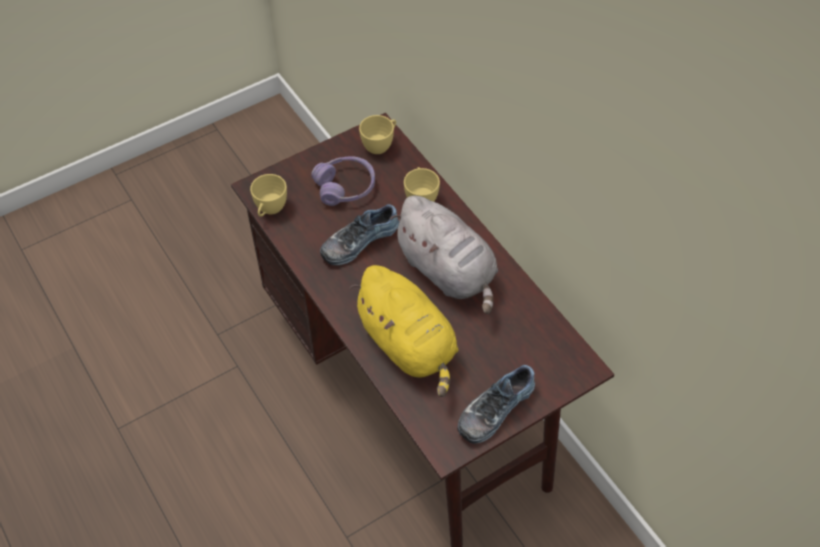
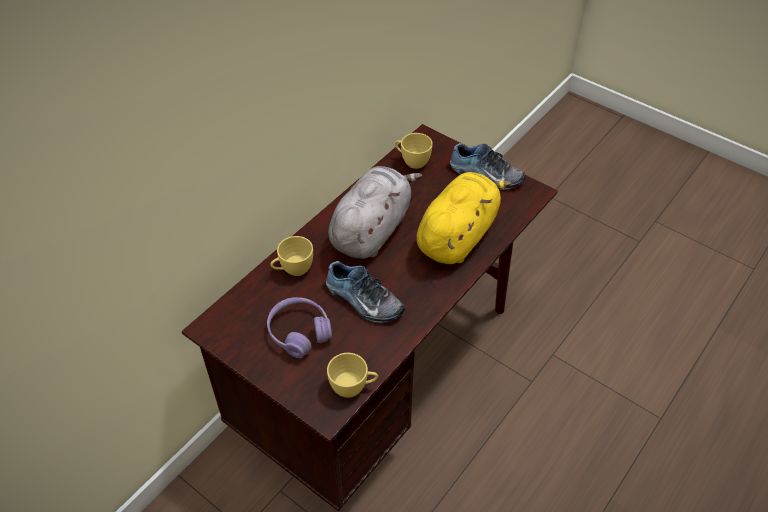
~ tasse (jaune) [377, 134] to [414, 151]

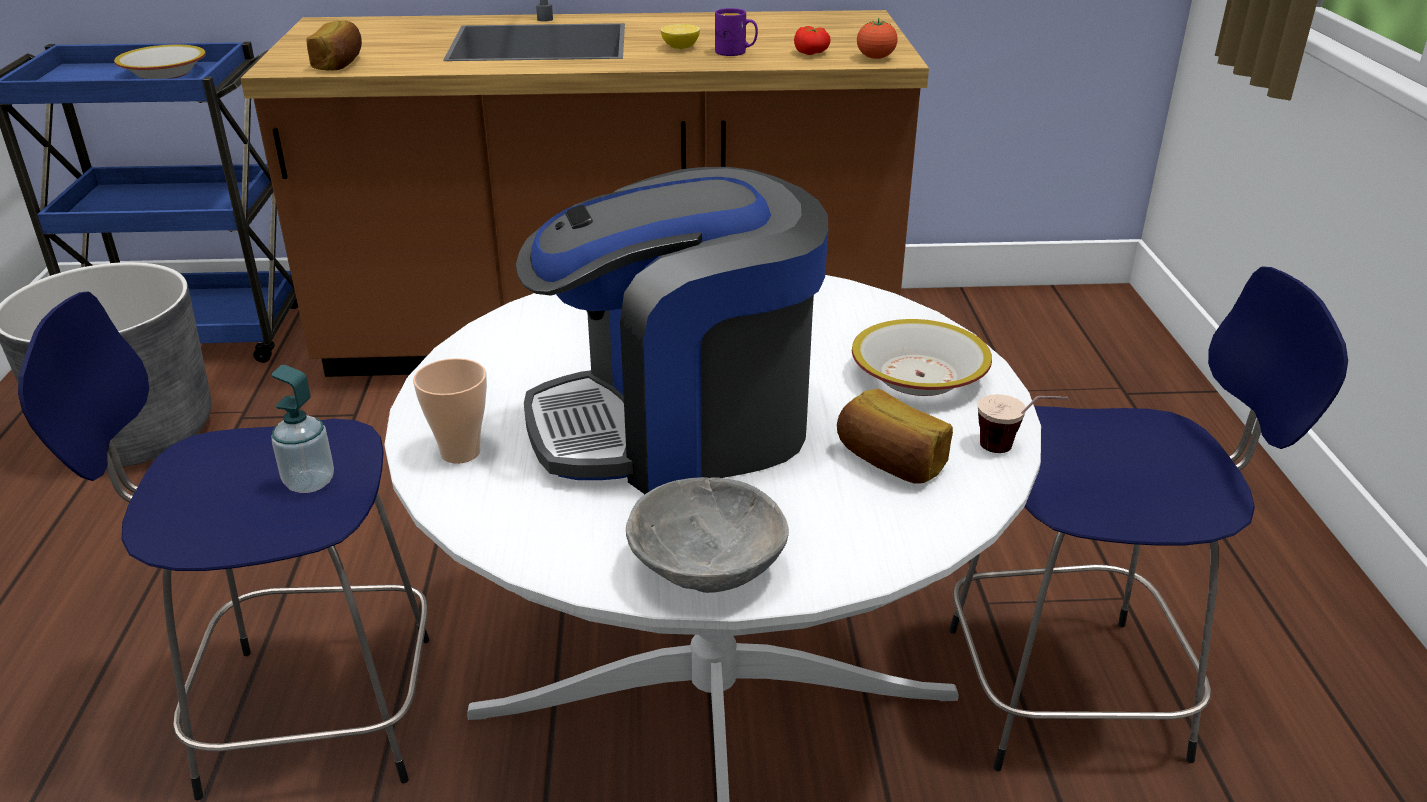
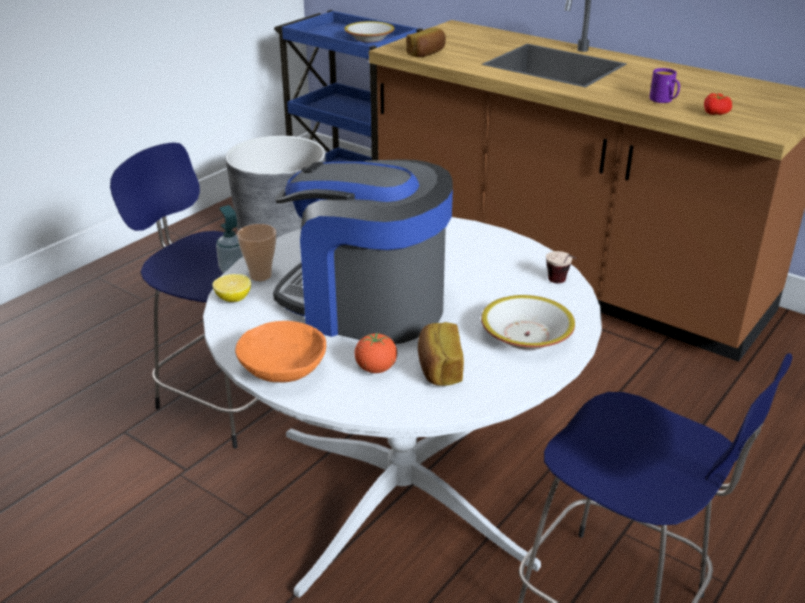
~ bol (gris) [707, 535] to bol (orange) [280, 351]
~ citron [680, 36] to [231, 288]
~ tomate [877, 38] to [375, 353]
~ tasse [1023, 423] to [561, 267]

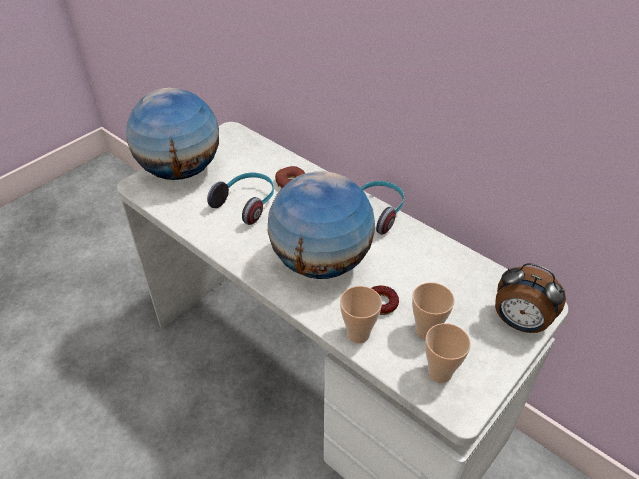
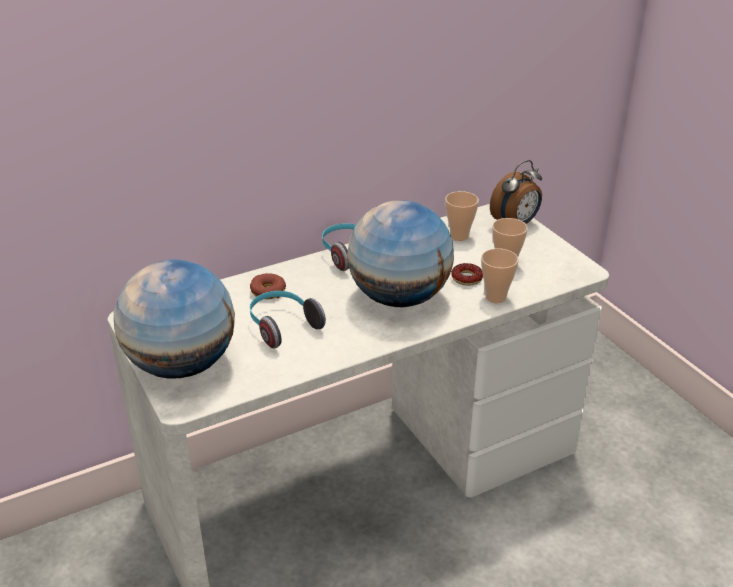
~ tasse [448, 353] to [462, 216]

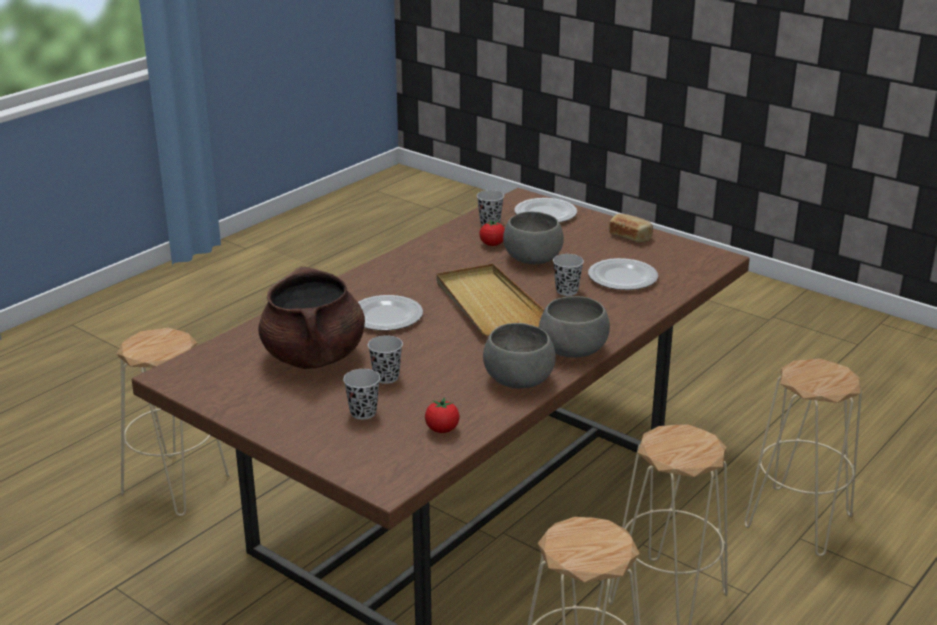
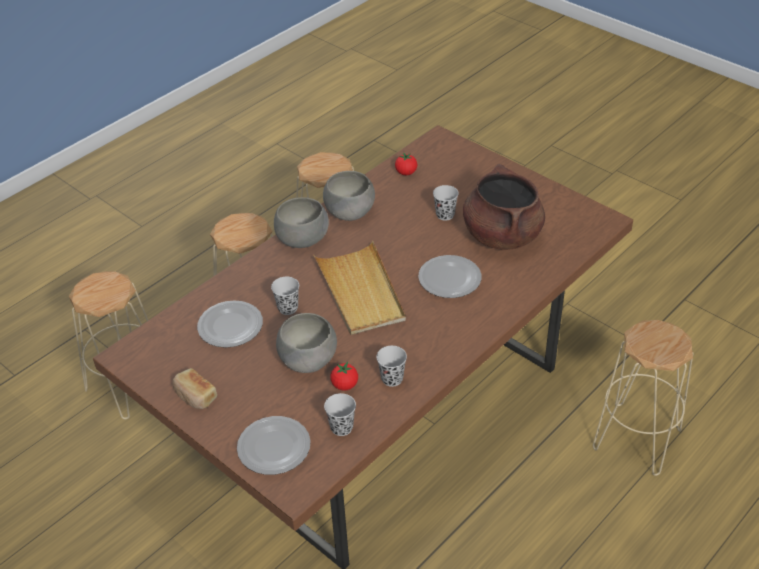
~ tasse (noir) [361, 394] to [391, 366]

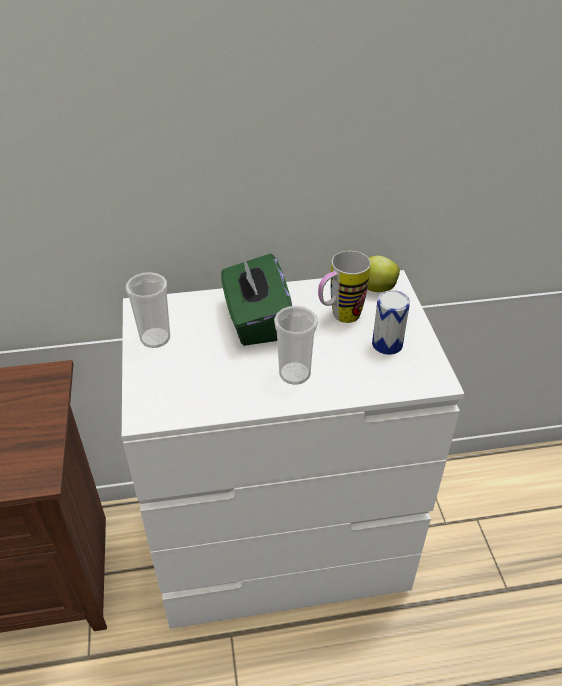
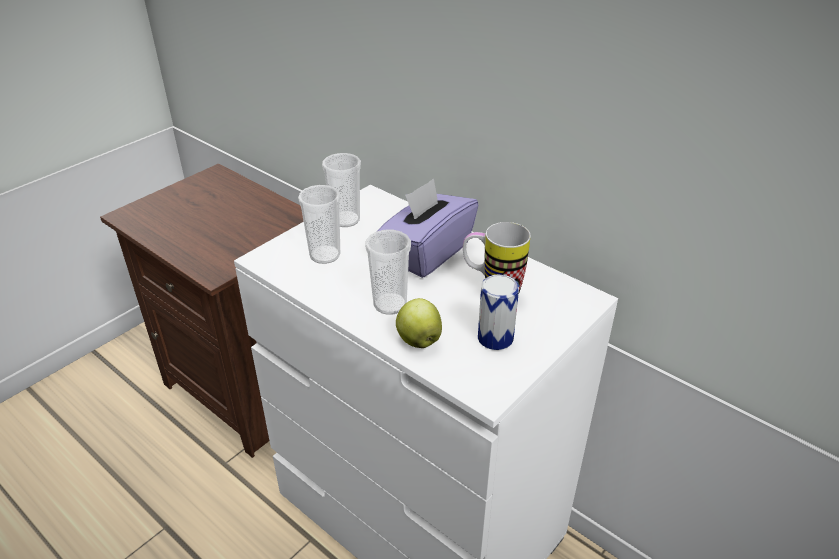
~ boîte à mouchoirs (vert) [256, 299] to boîte à mouchoirs (violet) [428, 228]
~ pomme [384, 274] to [419, 323]
+ tasse [319, 224]

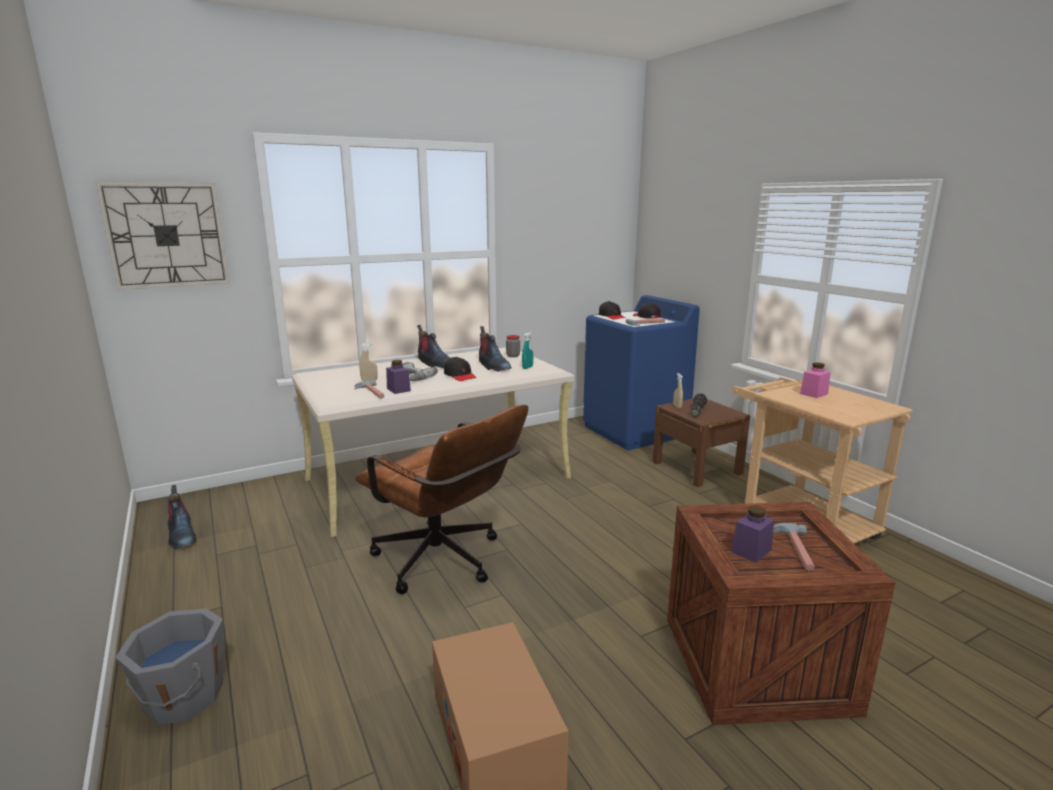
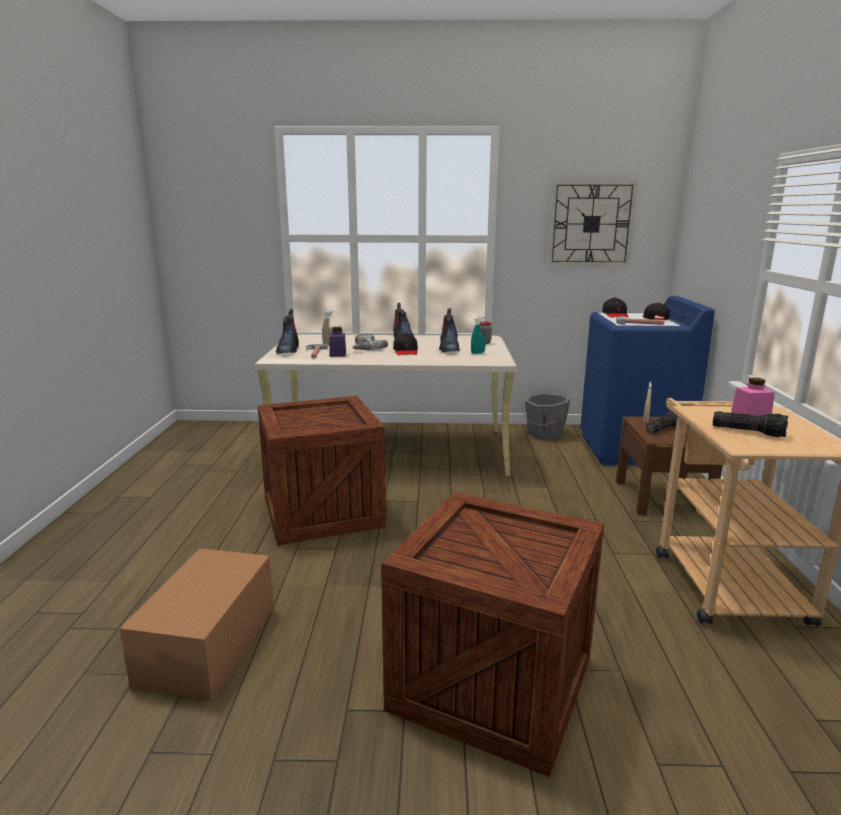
~ horloge murale [162, 236] to [592, 223]
~ seau (gris) [169, 667] to [547, 416]
~ botte [182, 517] to [287, 331]
~ chaise de bureau (marron) [441, 499] to caisse [322, 471]
- bocal (violet) [752, 534]
- marteau [793, 547]
+ lampe de poche [750, 424]

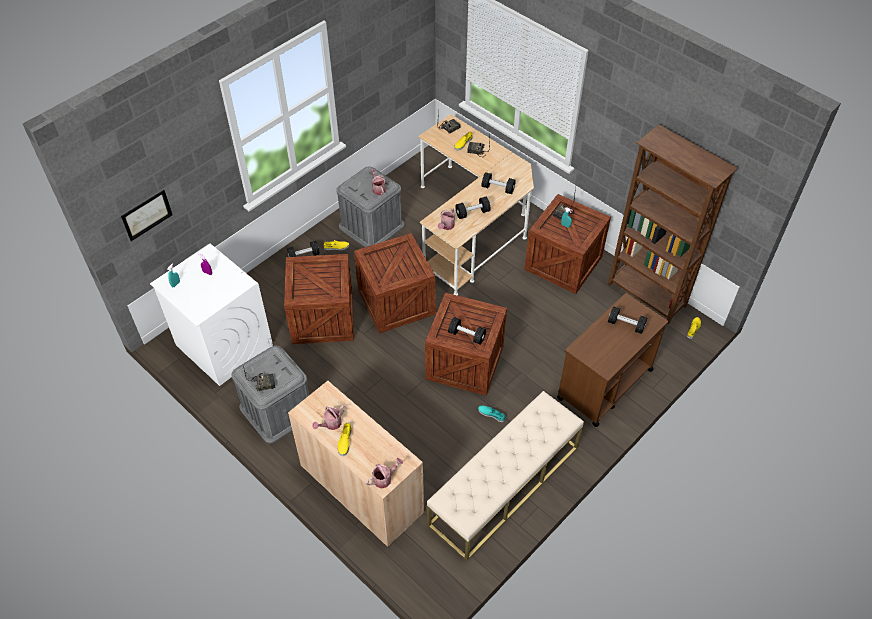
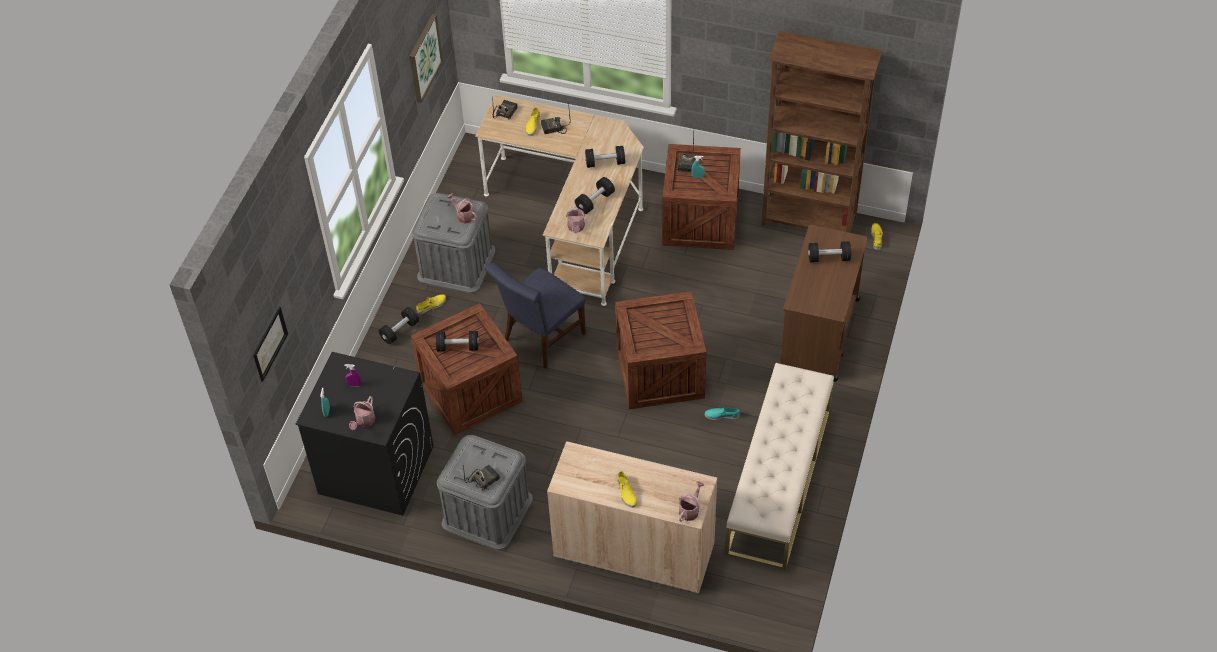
~ lave-linge (blanc) [211, 314] to lave-linge (noir) [365, 434]
~ arrosoir [329, 418] to [362, 413]
~ caisse [394, 283] to chaise (bleu) [535, 316]
~ haltère (noir) [467, 331] to [457, 341]
+ tableau [426, 58]

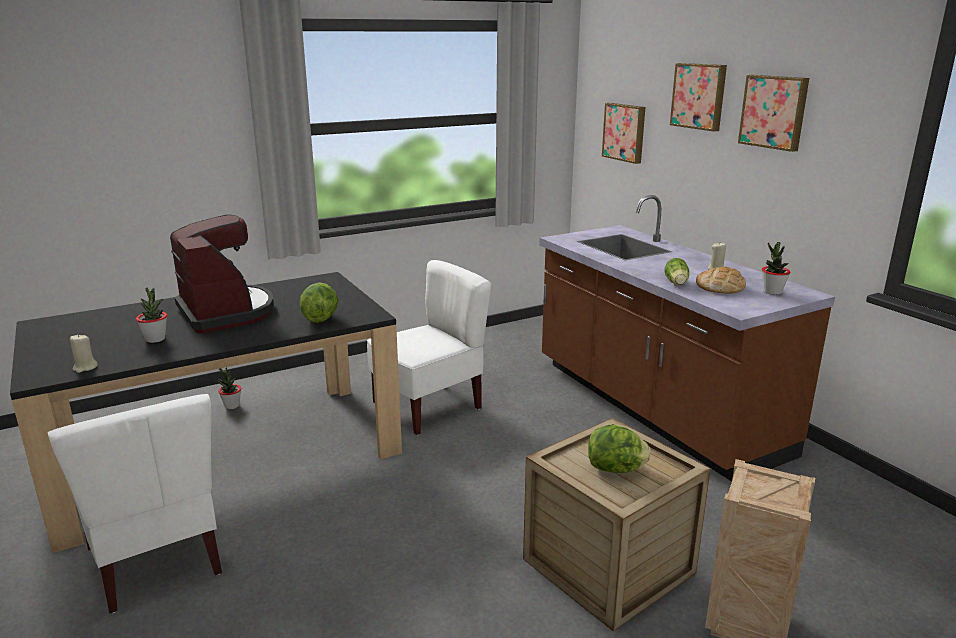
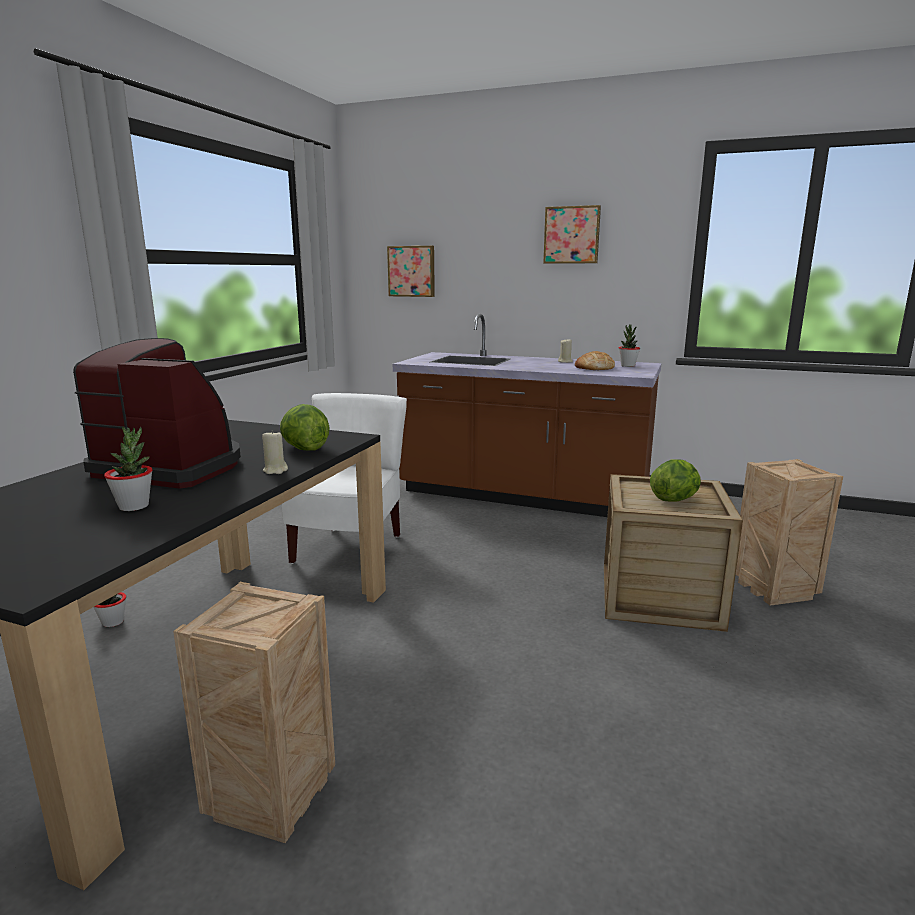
~ chaise (blanc) [135, 504] to caisse [254, 712]
~ bougie (beige) [84, 353] to [275, 452]
- laitue [676, 271]
- tableau [698, 97]

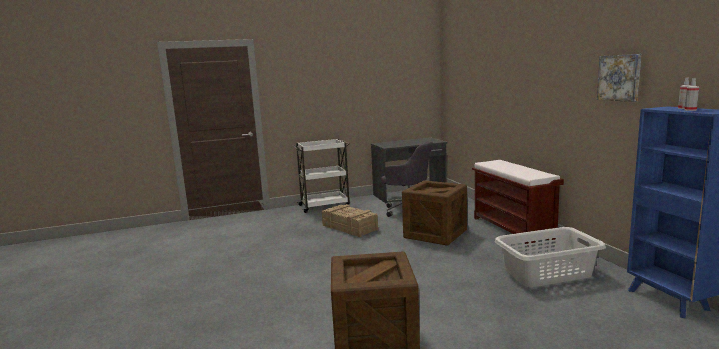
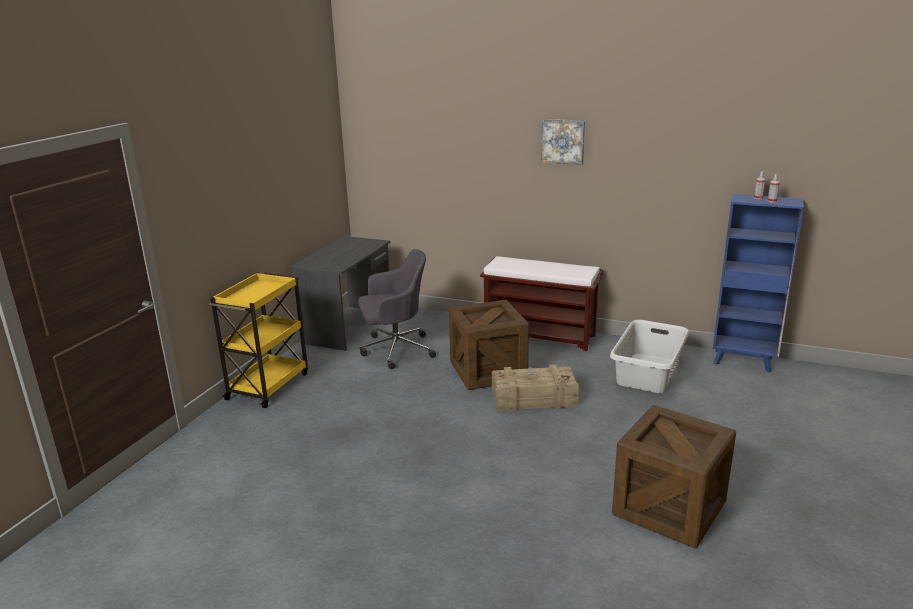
~ chariot (blanc) [321, 176] to chariot (jaune) [258, 340]
~ caisse [350, 220] to [535, 387]
~ tableau [619, 78] to [563, 142]

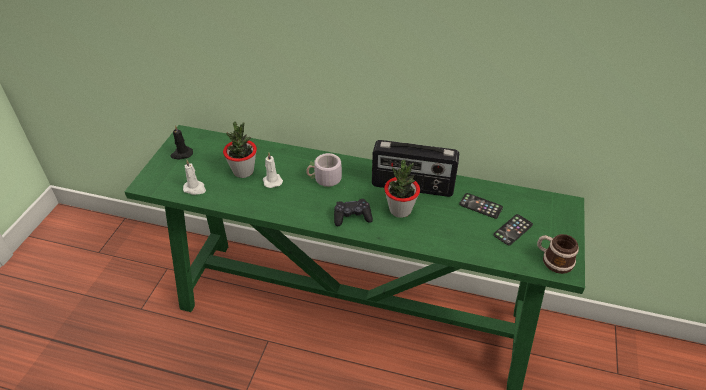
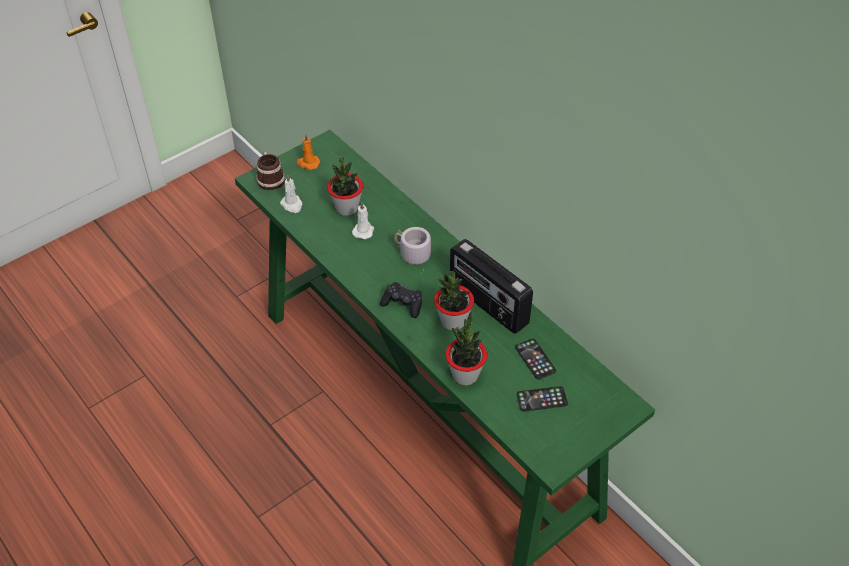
~ bougie (noir) [181, 142] to bougie (orange) [308, 151]
~ mug [558, 254] to [270, 171]
+ plante en pot [466, 348]

